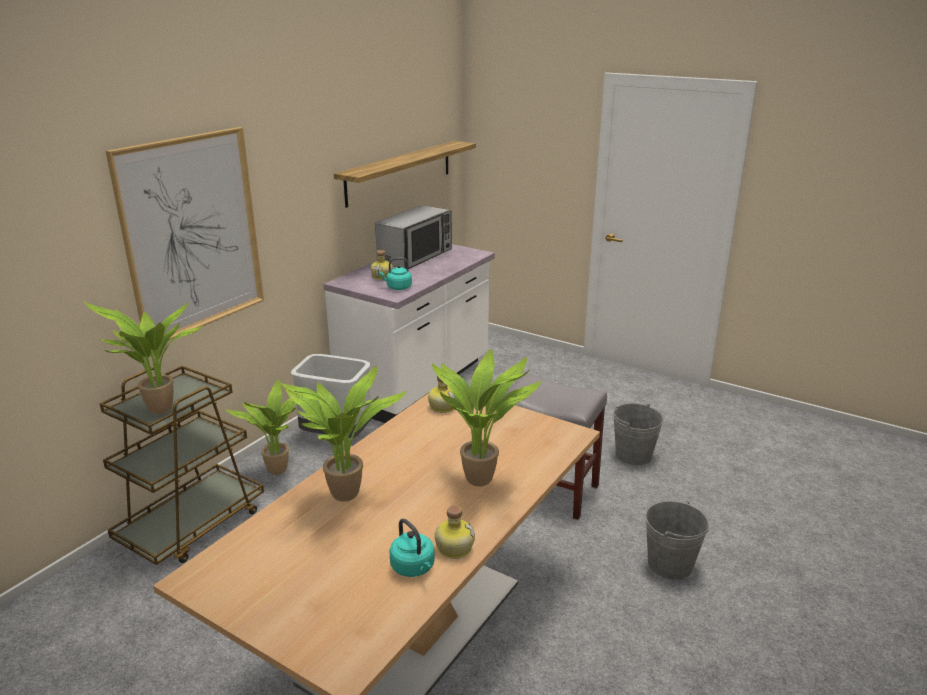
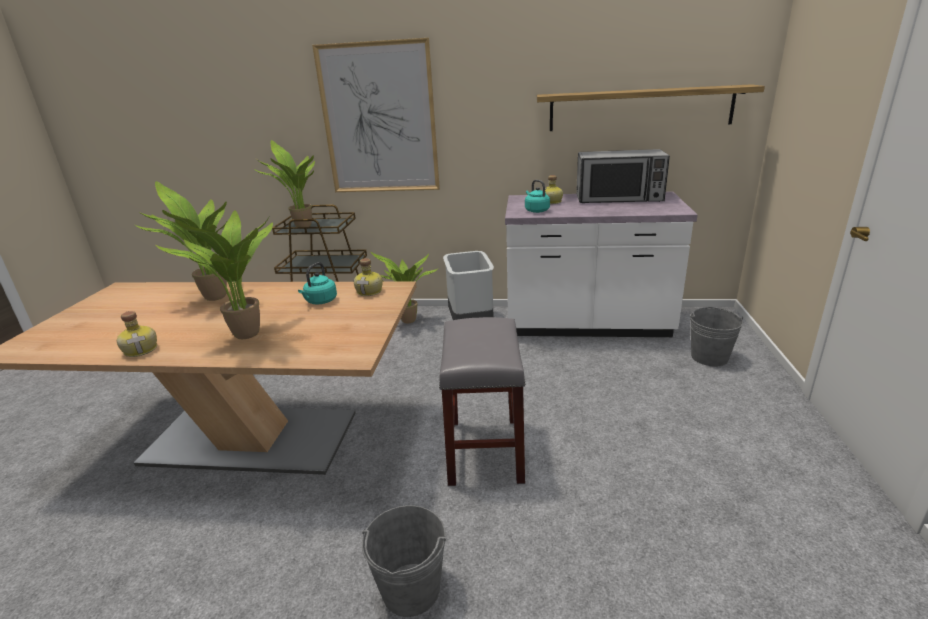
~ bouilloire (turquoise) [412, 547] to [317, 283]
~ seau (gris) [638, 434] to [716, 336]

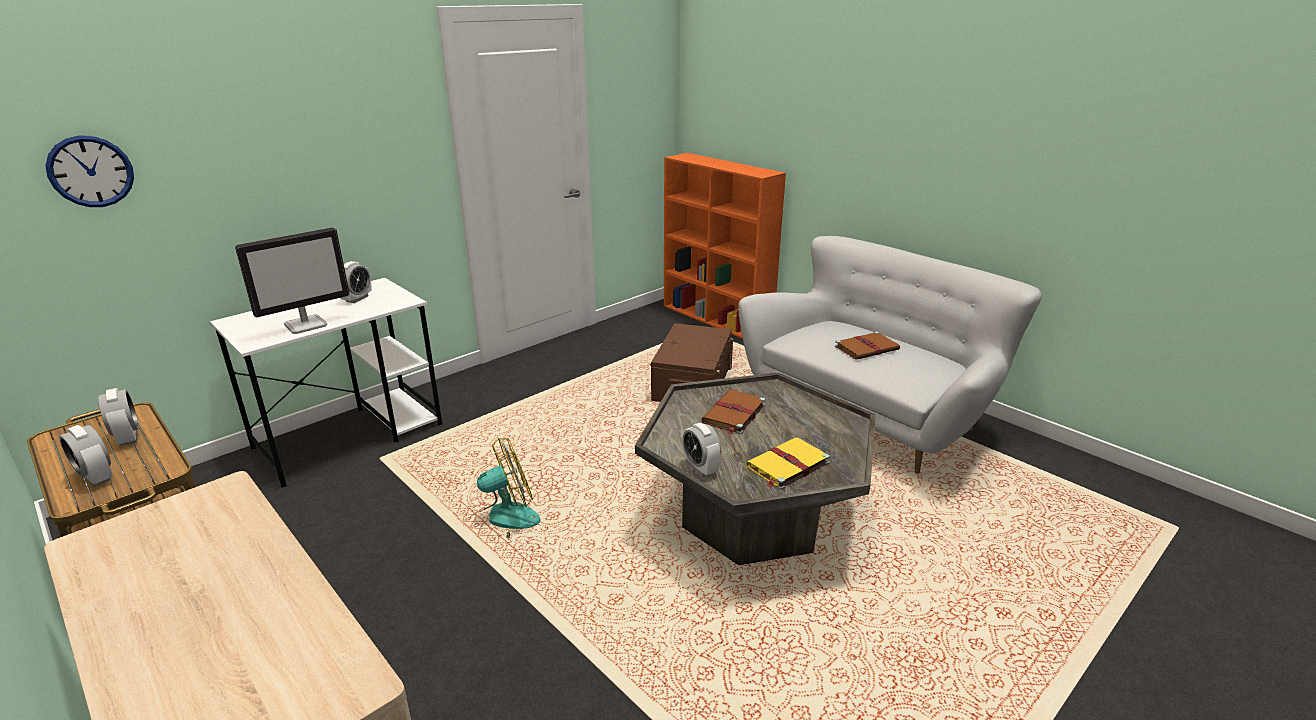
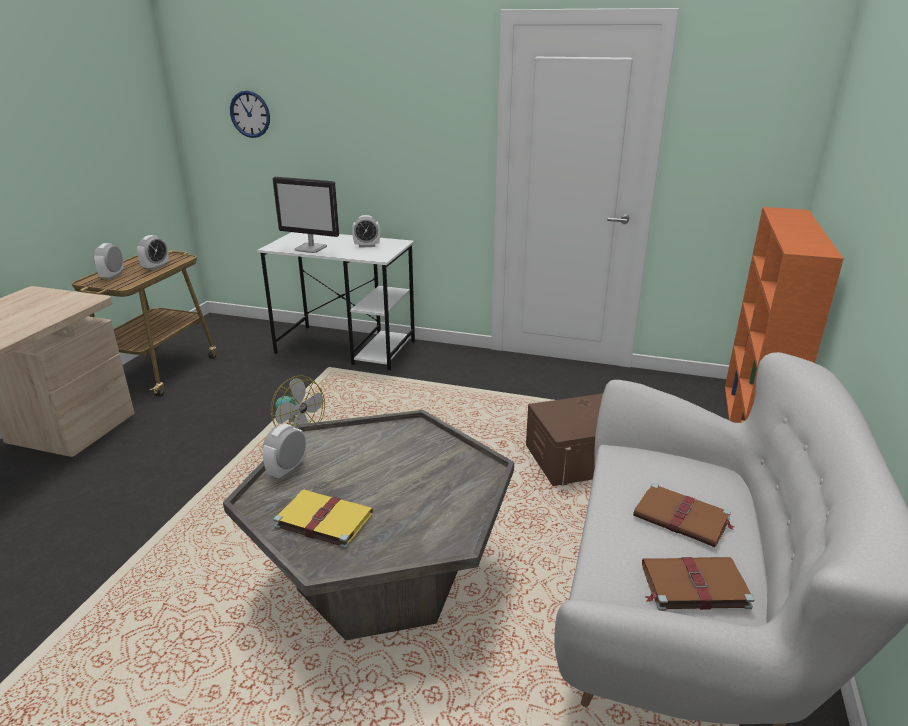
~ livre (marron) [733, 412] to [698, 584]

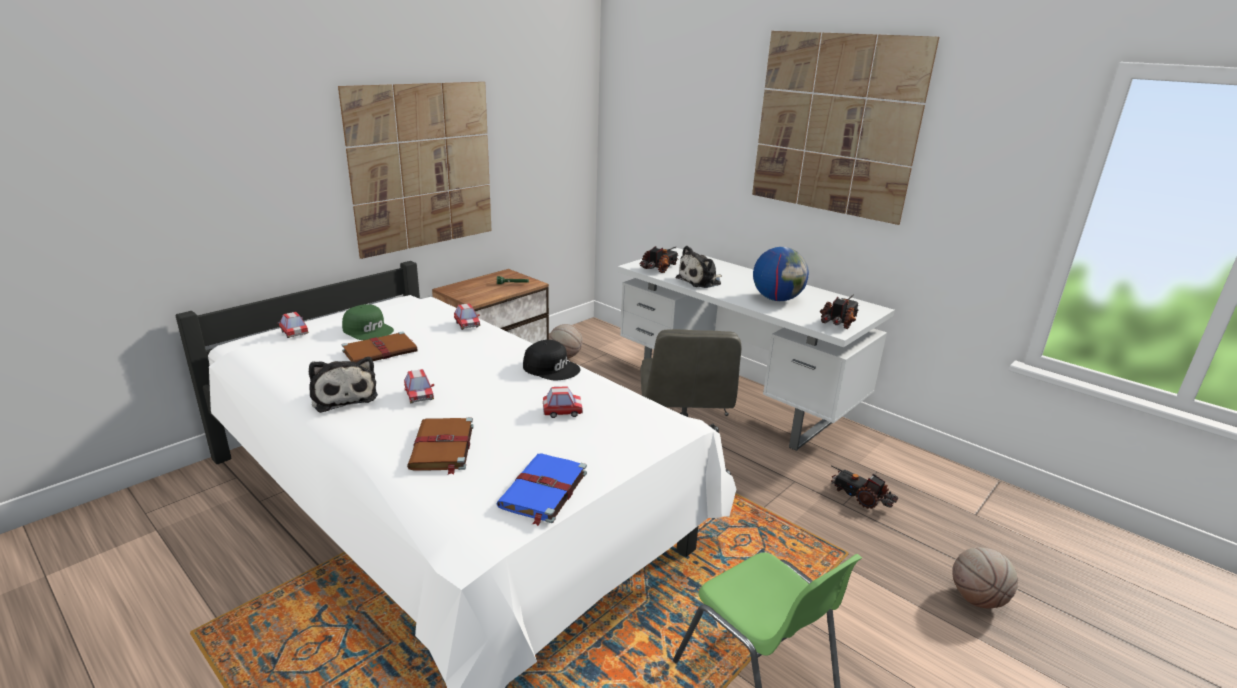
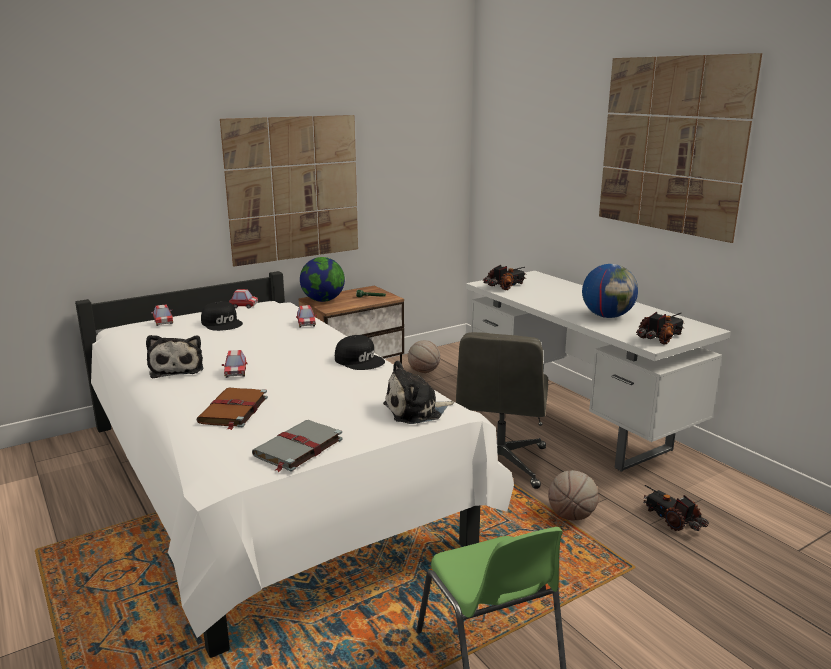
- livre (marron) [379, 346]
~ casquette (vert) [368, 322] to casquette (noir) [222, 316]
~ livre (bleu) [541, 489] to livre (gris) [297, 446]
~ petite voiture [563, 402] to [243, 299]
~ peluche [698, 267] to [418, 392]
~ ballon de basket [985, 577] to [573, 495]
+ globe [322, 279]

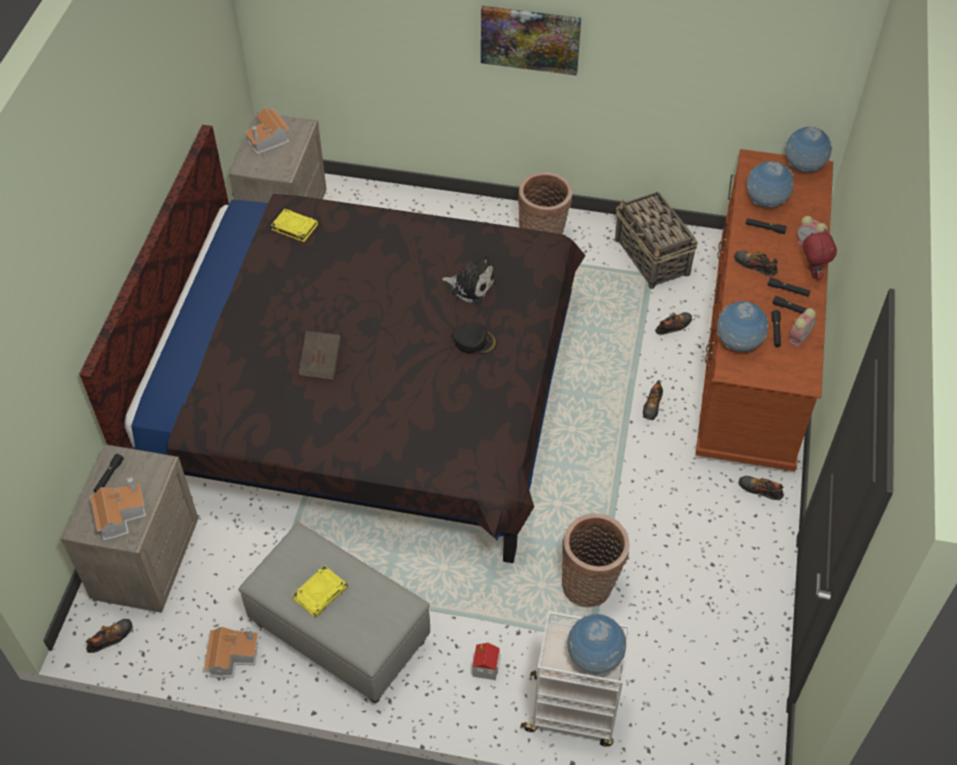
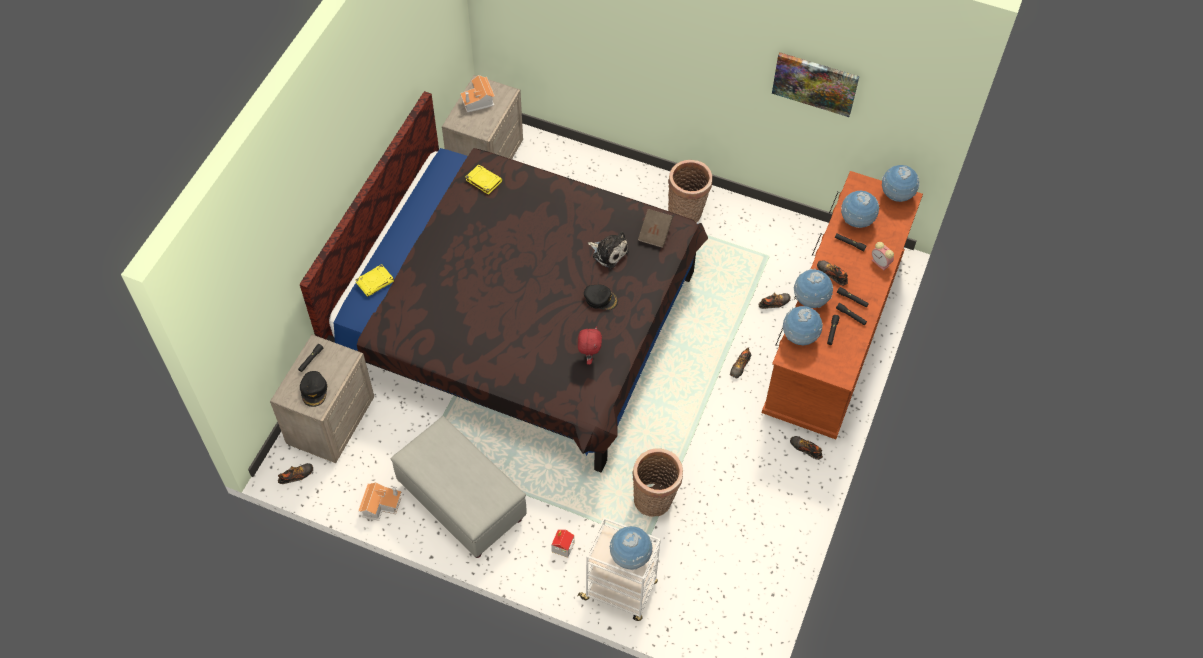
~ maison miniature [118, 509] to casquette (noir) [313, 389]
~ livre (jaune) [320, 591] to [374, 280]
~ livre (marron) [320, 355] to [655, 228]
~ tableau [531, 40] to [815, 84]
- panier [656, 240]
- réveil [802, 327]
~ peluche (rouge) [820, 254] to [590, 345]
+ globe [813, 288]

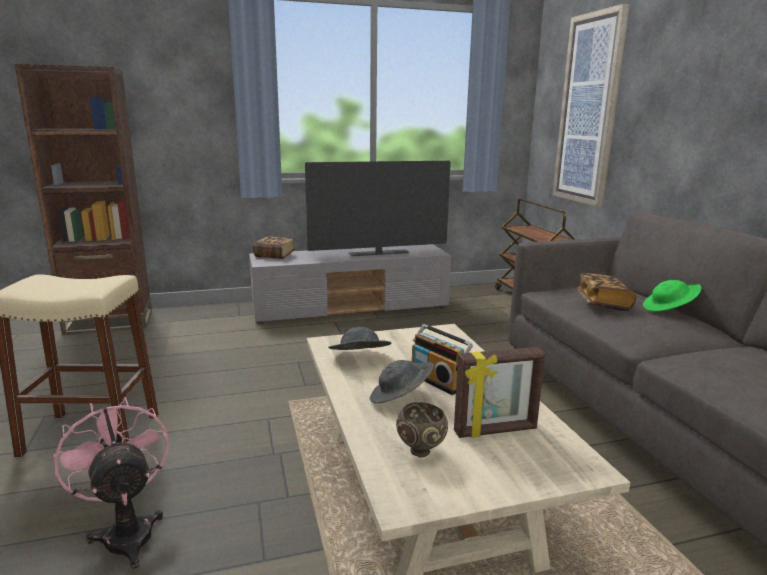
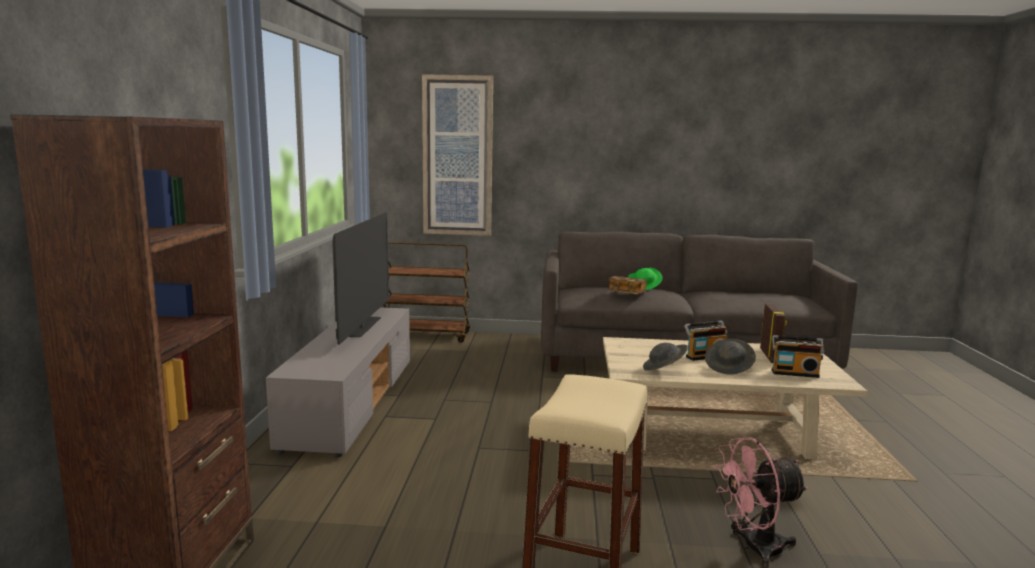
- livre [274, 247]
~ bol (marron) [422, 429] to radio [798, 356]

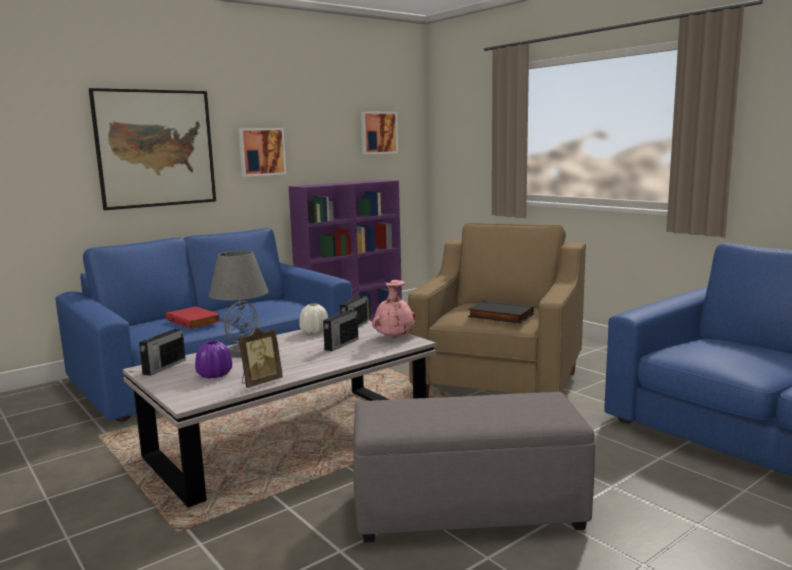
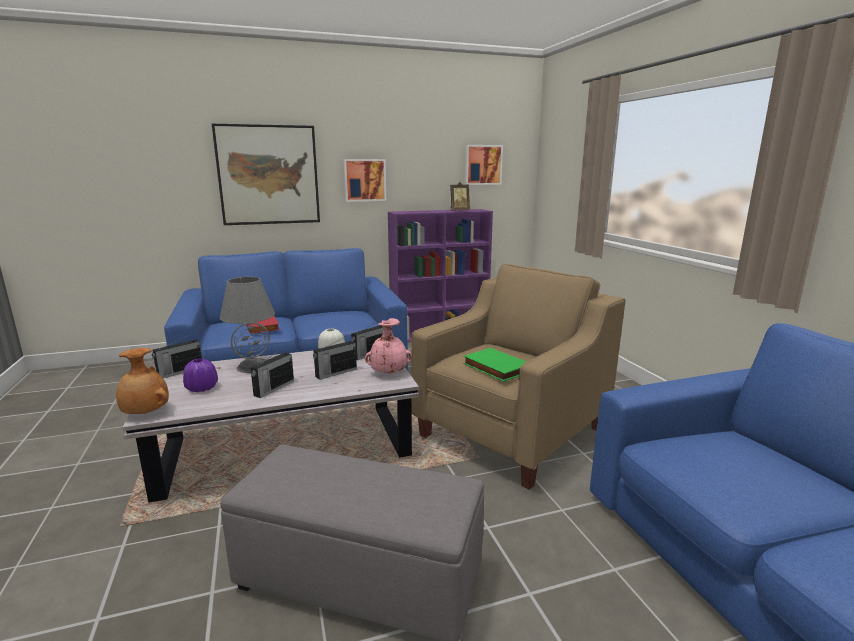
~ cadre photo [261, 358] to [460, 196]
~ livre (noir) [501, 312] to livre (vert) [494, 365]
+ vase (marron) [142, 381]
+ radio [272, 373]

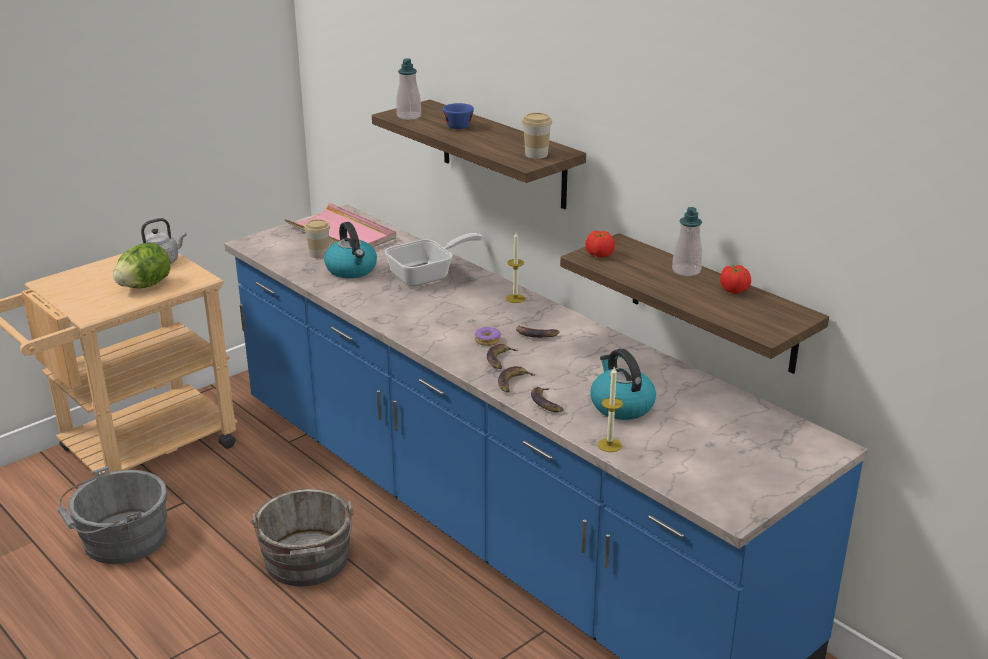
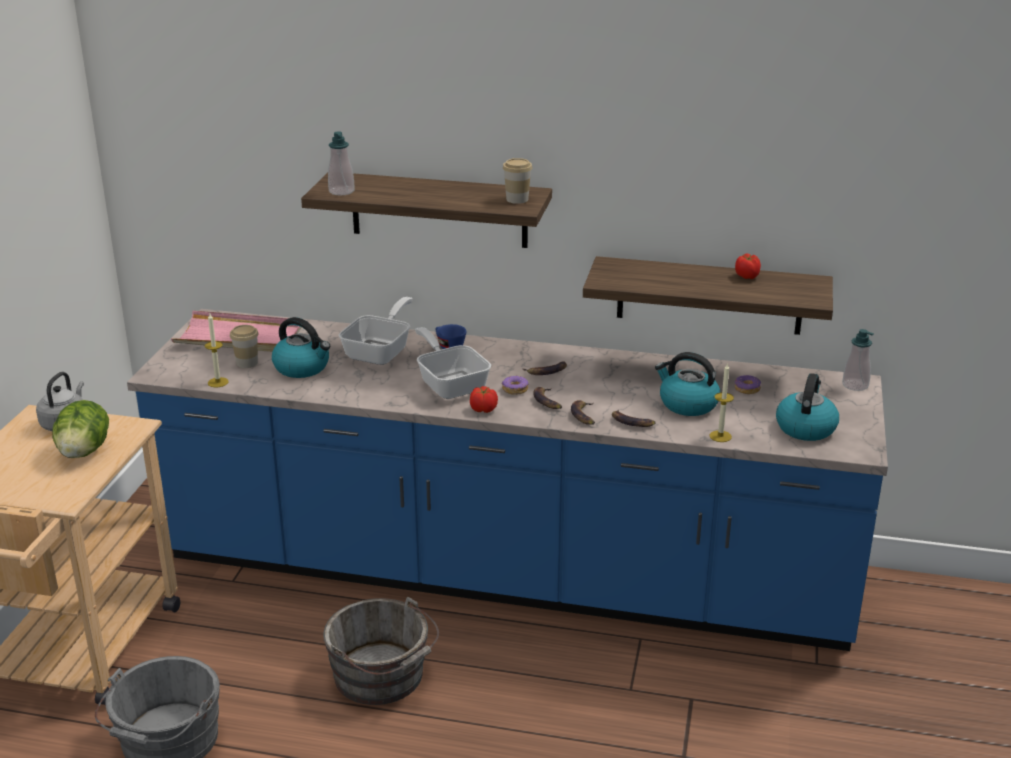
~ tasse (bleu) [458, 116] to [450, 336]
~ bougie [515, 267] to [217, 350]
~ tomate [600, 244] to [484, 399]
~ distributeur de savon [687, 241] to [858, 360]
+ poêle [453, 363]
+ beignet [748, 384]
+ bouilloire [807, 407]

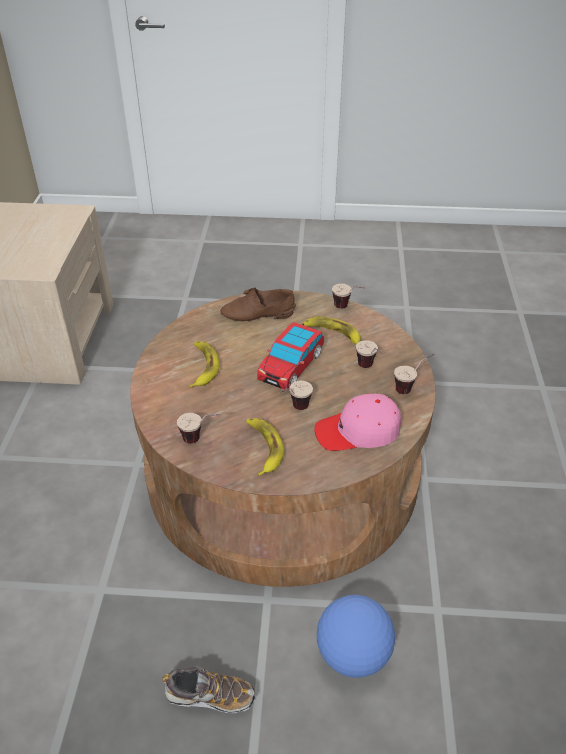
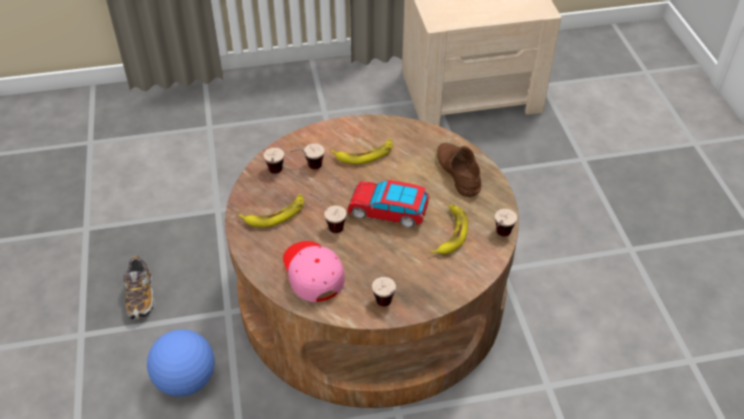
~ tasse [369, 354] to [307, 156]

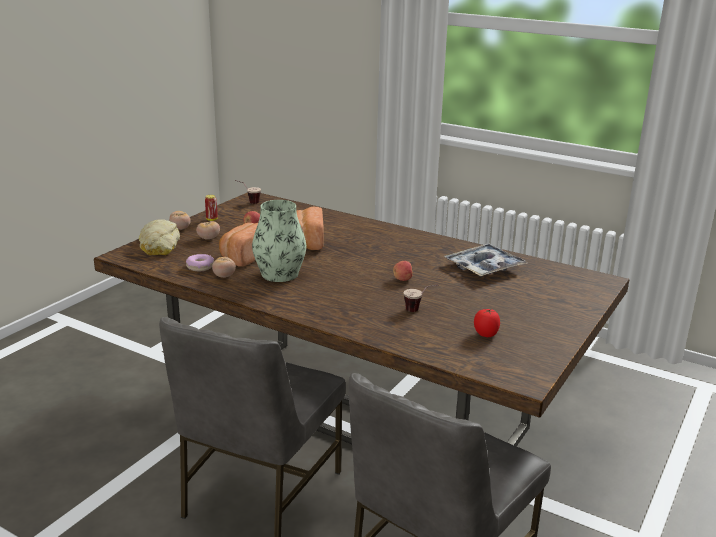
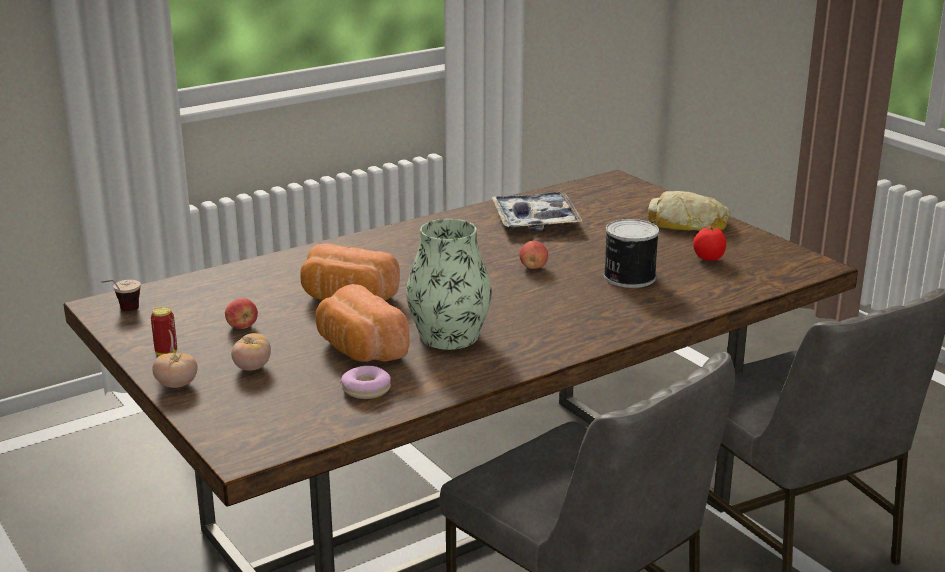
~ pain [159, 237] to [689, 210]
- tomate [224, 267]
~ tasse [421, 298] to boîte métallique [631, 253]

